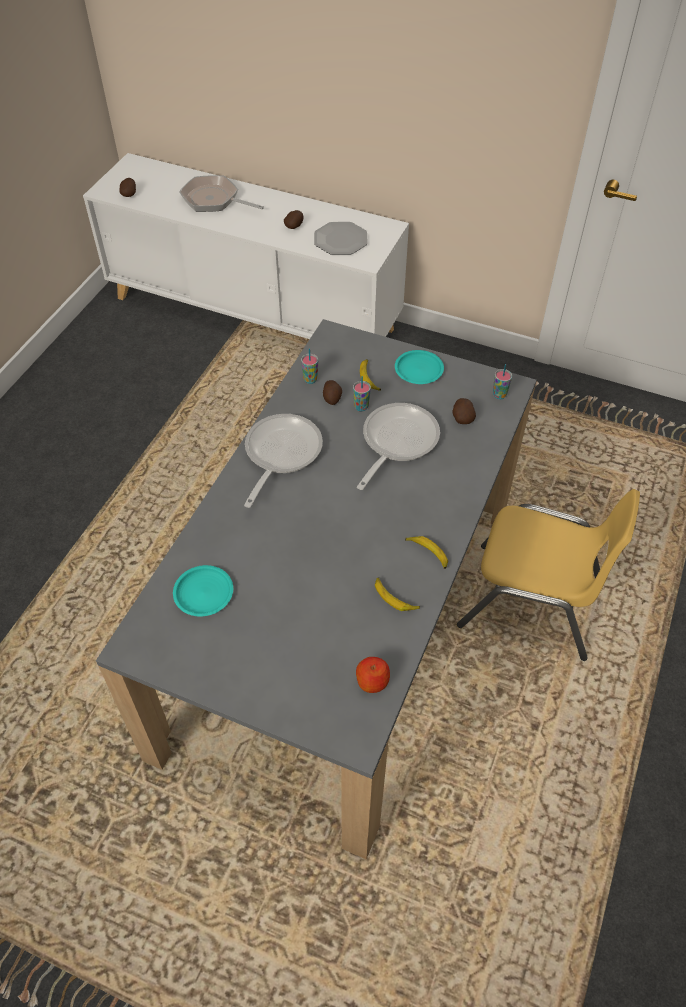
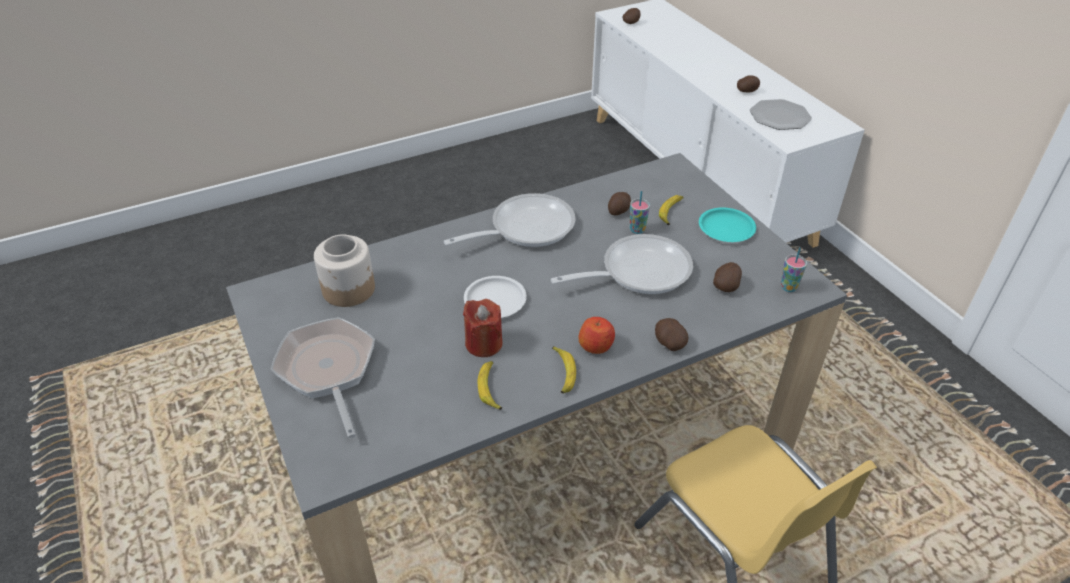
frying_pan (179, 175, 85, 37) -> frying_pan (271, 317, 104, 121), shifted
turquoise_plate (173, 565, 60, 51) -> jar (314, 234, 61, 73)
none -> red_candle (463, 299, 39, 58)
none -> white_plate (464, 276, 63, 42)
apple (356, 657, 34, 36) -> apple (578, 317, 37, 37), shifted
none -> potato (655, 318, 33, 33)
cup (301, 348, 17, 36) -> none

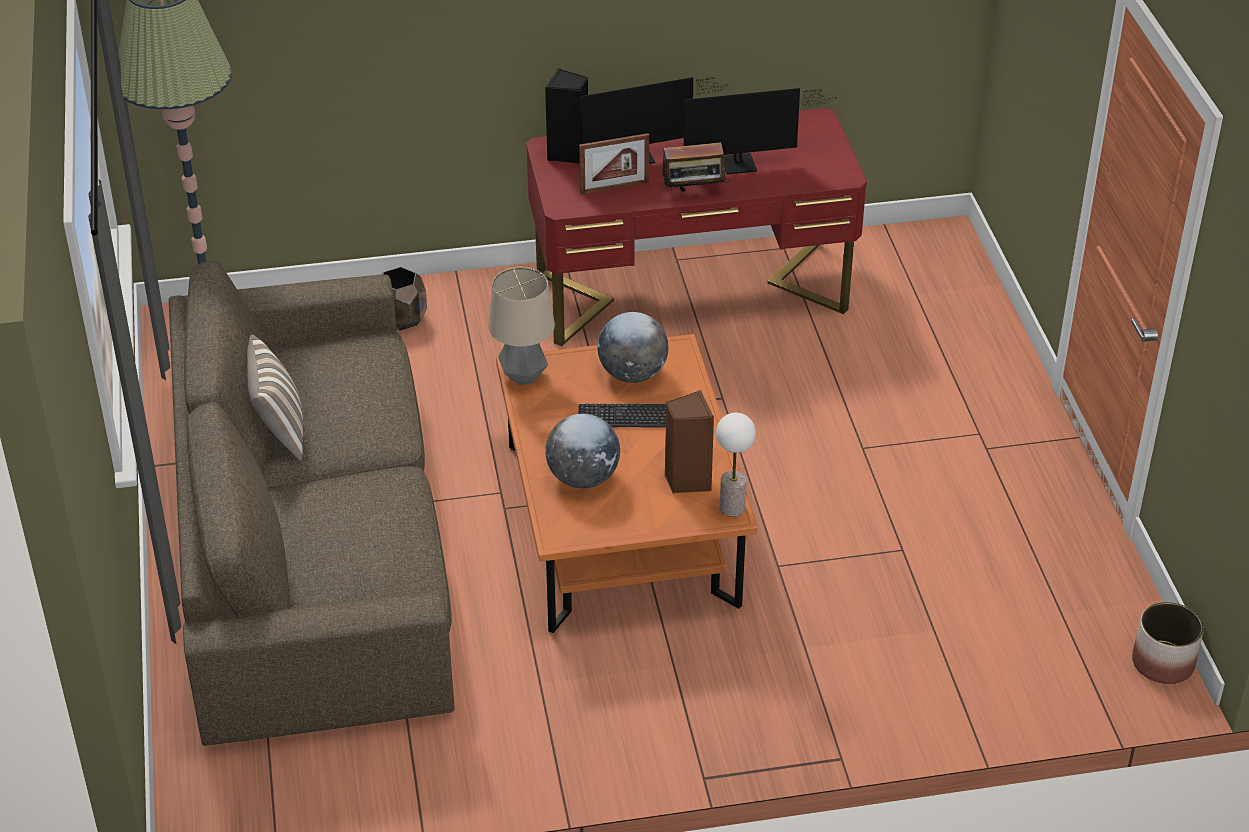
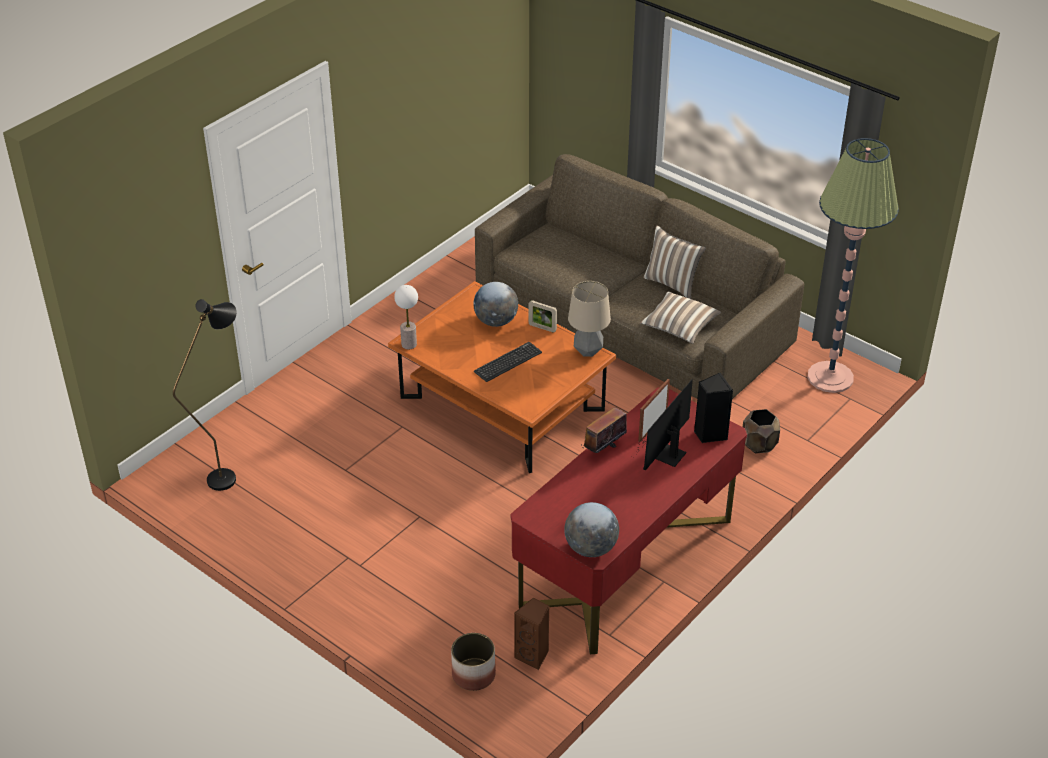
none -> black_floor_lamp (173, 299, 64, 192)
planter (1132, 602, 72, 82) -> planter (451, 633, 45, 58), shifted
brown_speaker (665, 390, 49, 103) -> brown_speaker (514, 598, 36, 72), shifted
none -> picture_frame (529, 300, 28, 33)
globe (598, 312, 70, 71) -> globe (564, 502, 55, 55), shifted
none -> pillow (640, 291, 81, 53)
monitor (684, 88, 150, 87) -> none

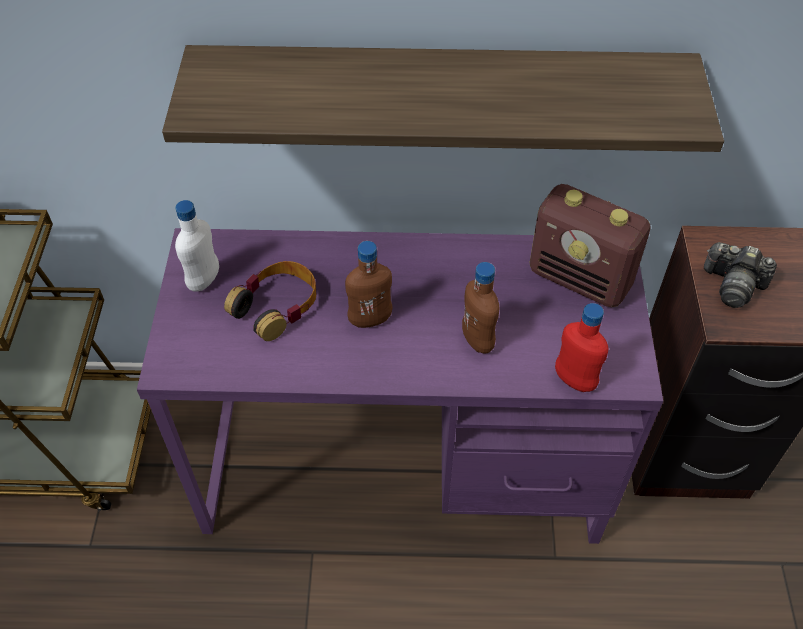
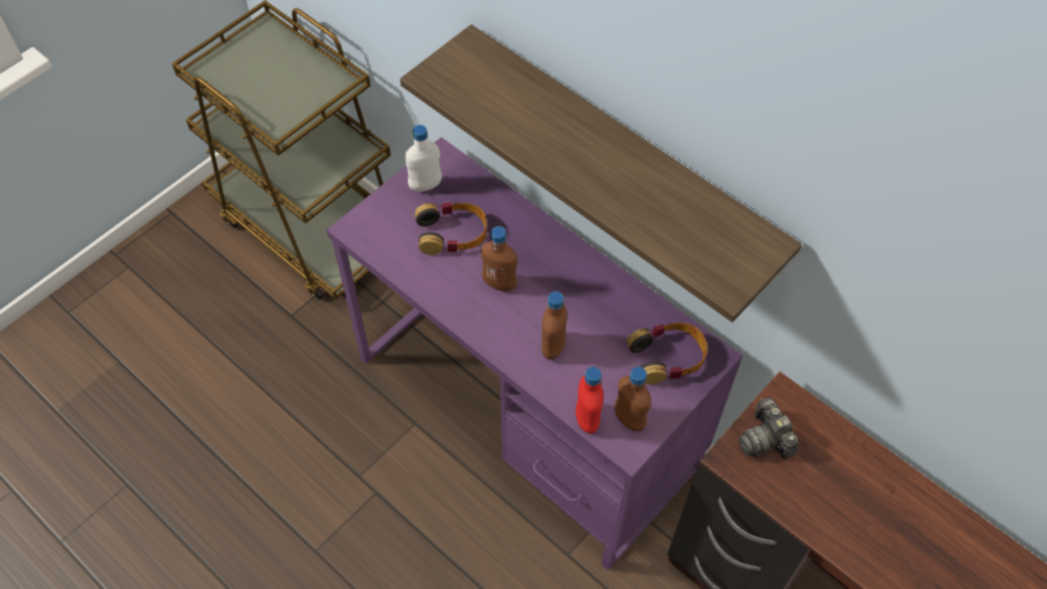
none -> brown_bottle (615, 367, 36, 64)
radio (530, 184, 120, 123) -> headphones (626, 323, 82, 61)

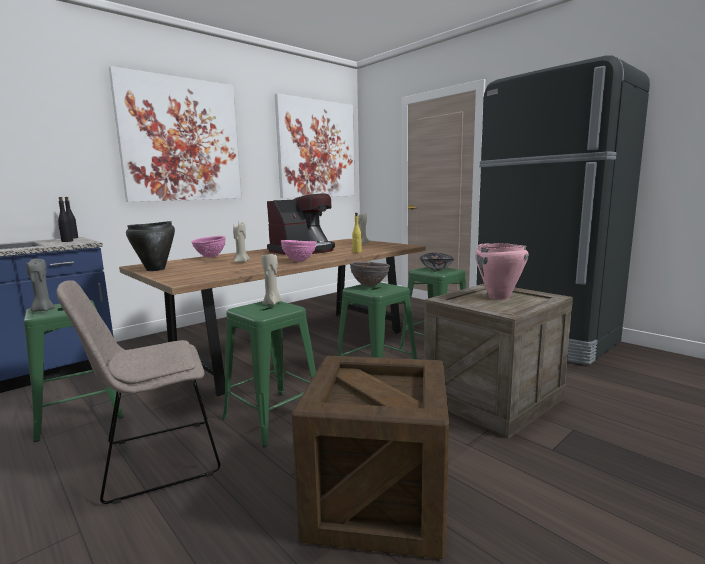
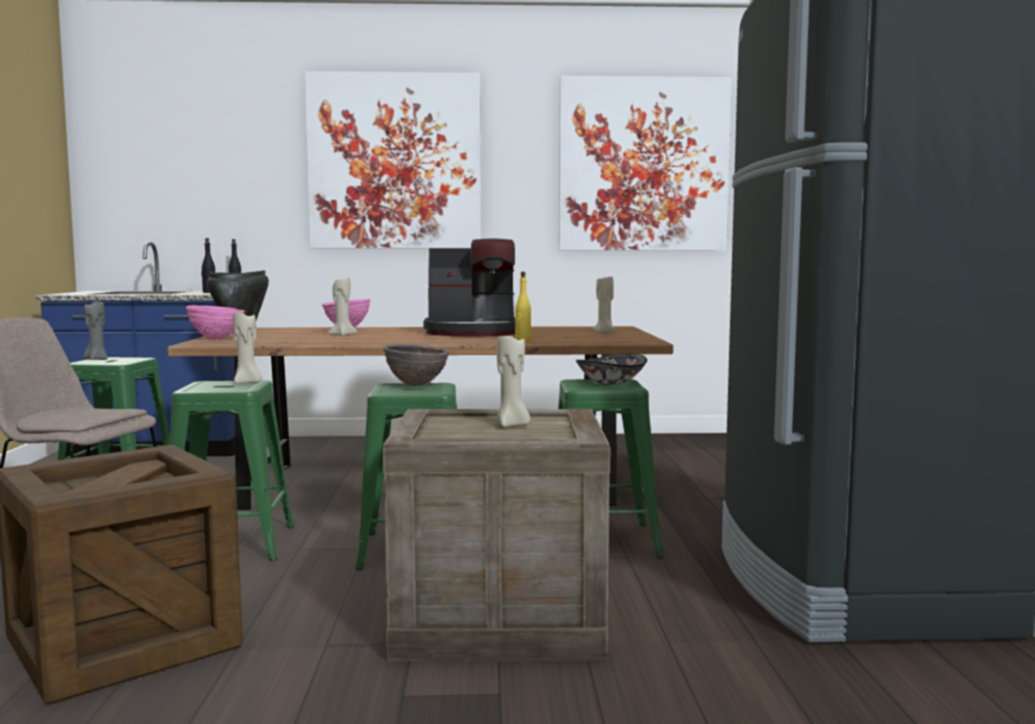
pink_bowl (281, 240, 36, 22) -> pink_bowl (186, 305, 59, 35), shifted
pink_cooking_pot (475, 243, 54, 57) -> beige_candle (495, 336, 36, 91)

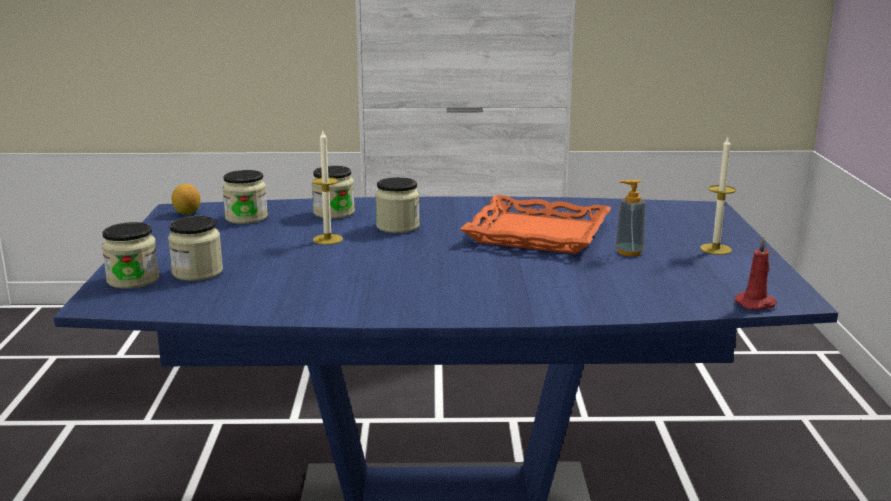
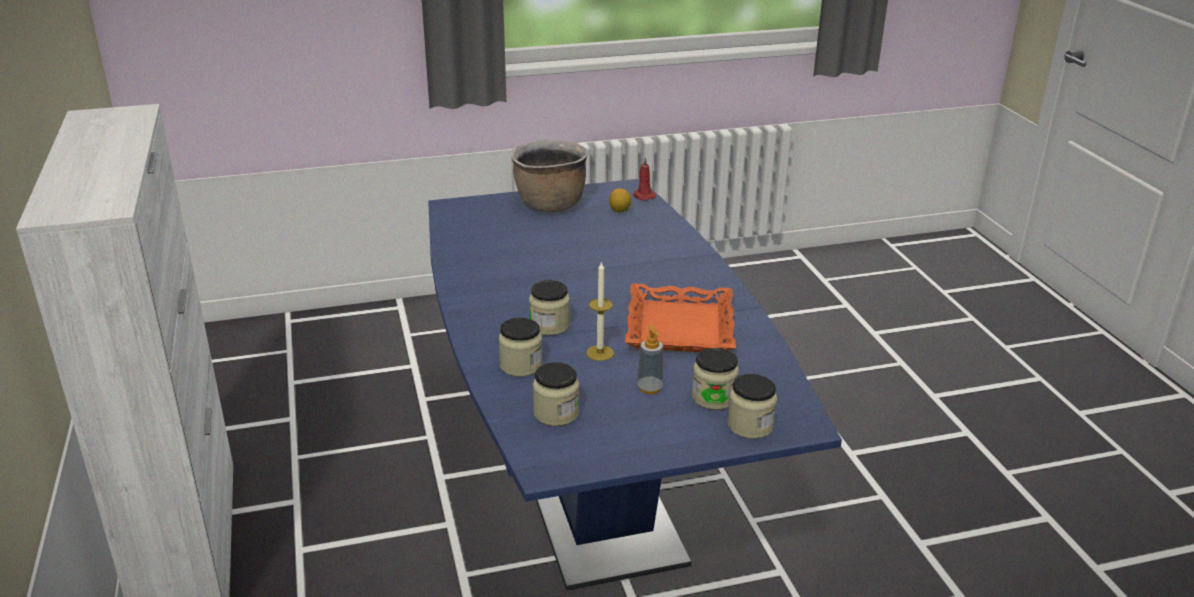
candle (700, 137, 36, 118) -> brown_cooking_pot (510, 140, 78, 72)
lemon (171, 184, 29, 31) -> lemon (609, 188, 22, 24), shifted
orange_tray (460, 195, 151, 59) -> orange_tray (625, 284, 111, 68), shifted
soap_dispenser (615, 180, 30, 76) -> soap_dispenser (637, 325, 27, 69), shifted

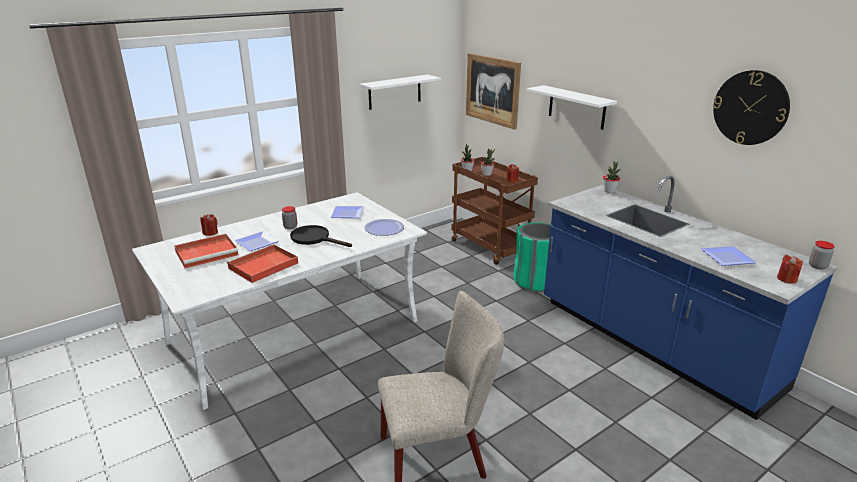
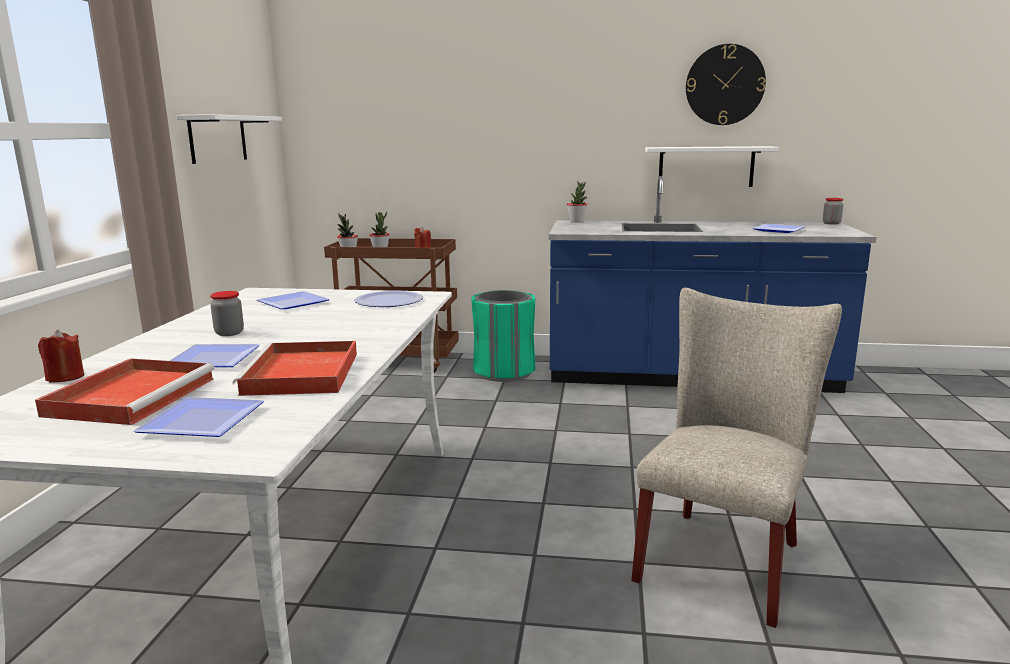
none -> plate (133, 397, 131, 40)
white_shelf (527, 85, 90, 45) -> white_shelf (645, 146, 134, 41), shifted
black_frying_pan (290, 225, 62, 22) -> none
picture (466, 53, 55, 77) -> none
red_candle (777, 255, 26, 29) -> none

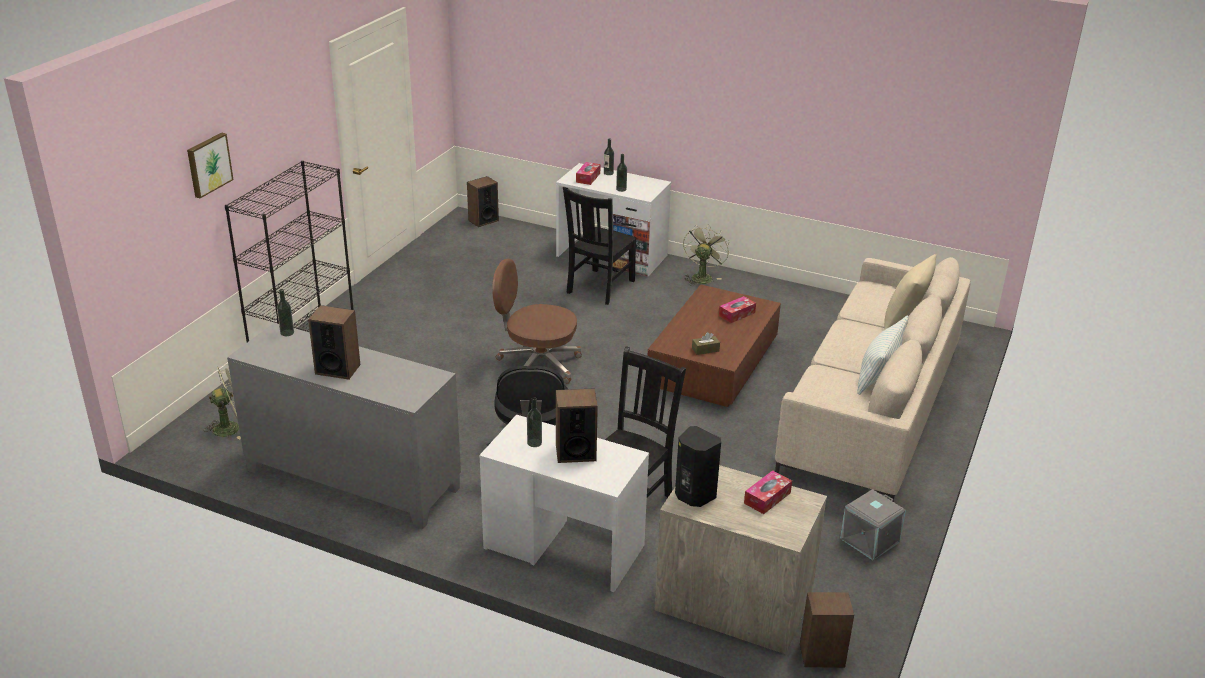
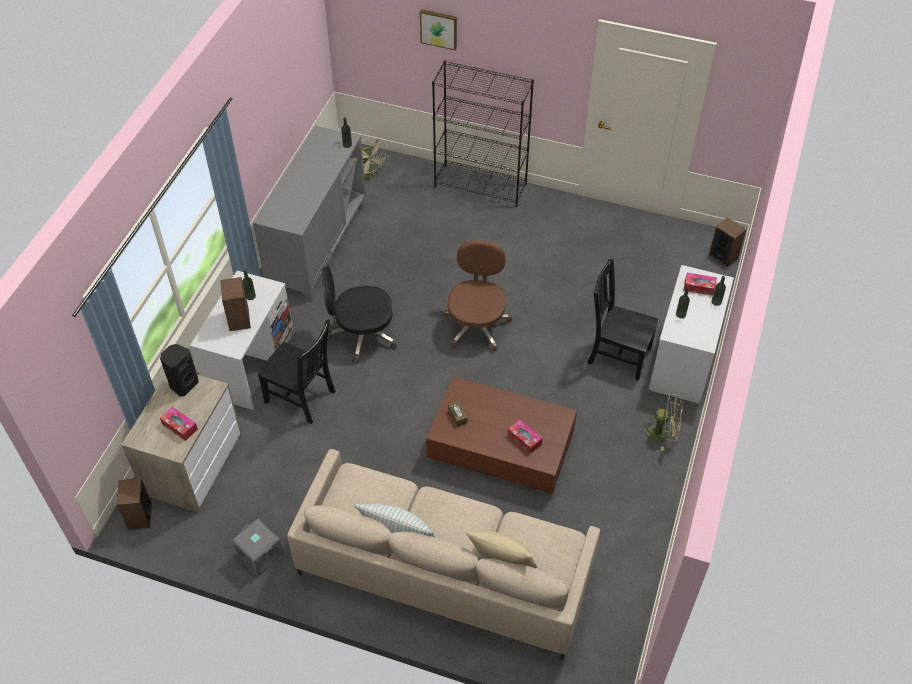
speaker (308, 305, 52, 75) -> none

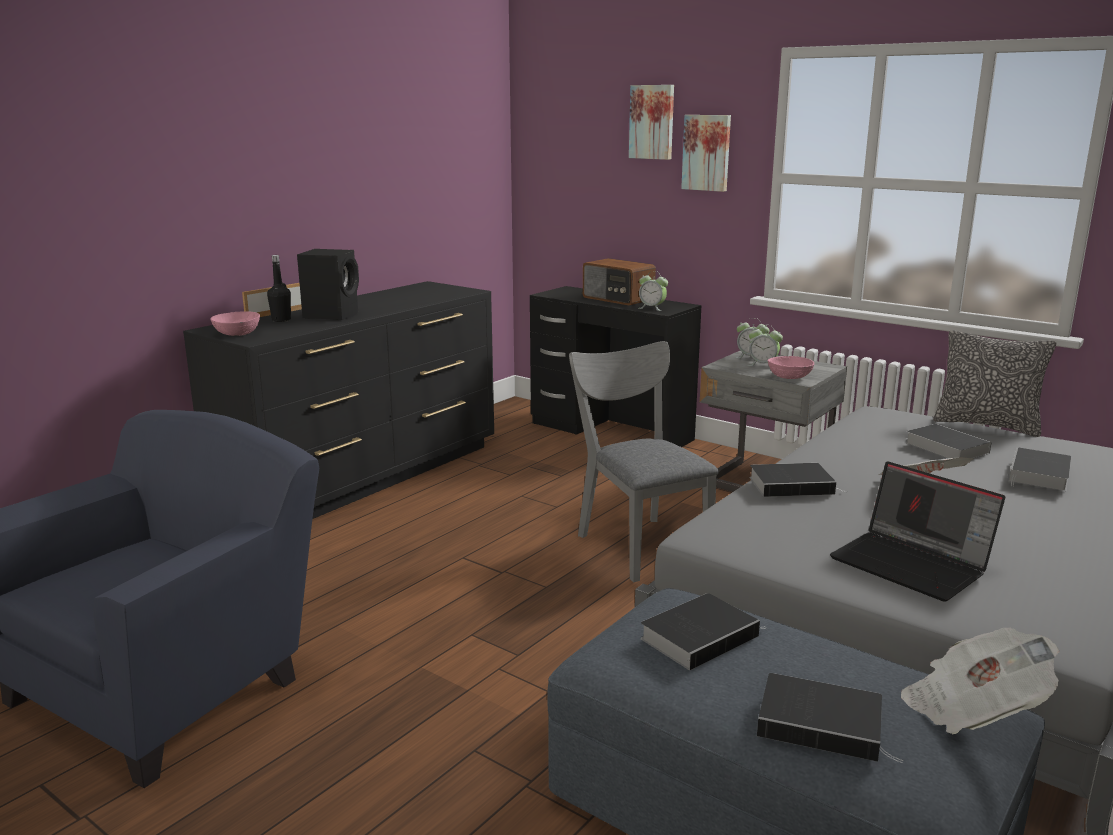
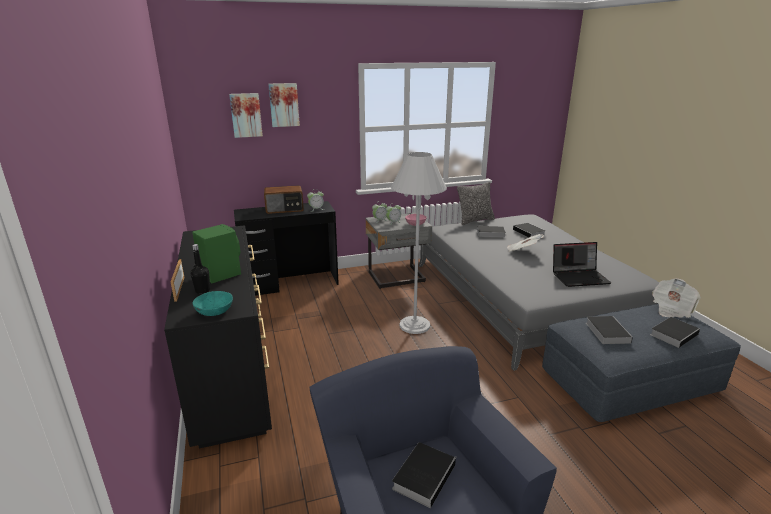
black_speaker (297, 249, 62, 71) -> green_speaker (192, 224, 49, 59)
pink_bowl (210, 311, 50, 25) -> turquoise_bowl (193, 291, 40, 25)
picture (681, 115, 50, 77) -> picture (229, 93, 34, 45), shifted
grey_chair (569, 341, 150, 241) -> white_floor_lamp (391, 152, 56, 182)
book (749, 463, 98, 34) -> book (392, 442, 65, 66), shifted

